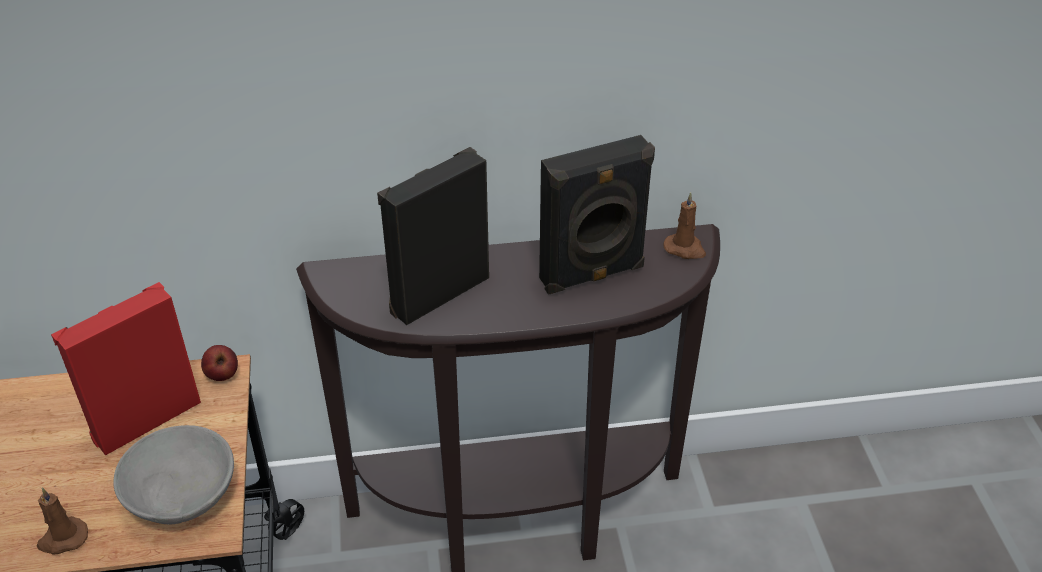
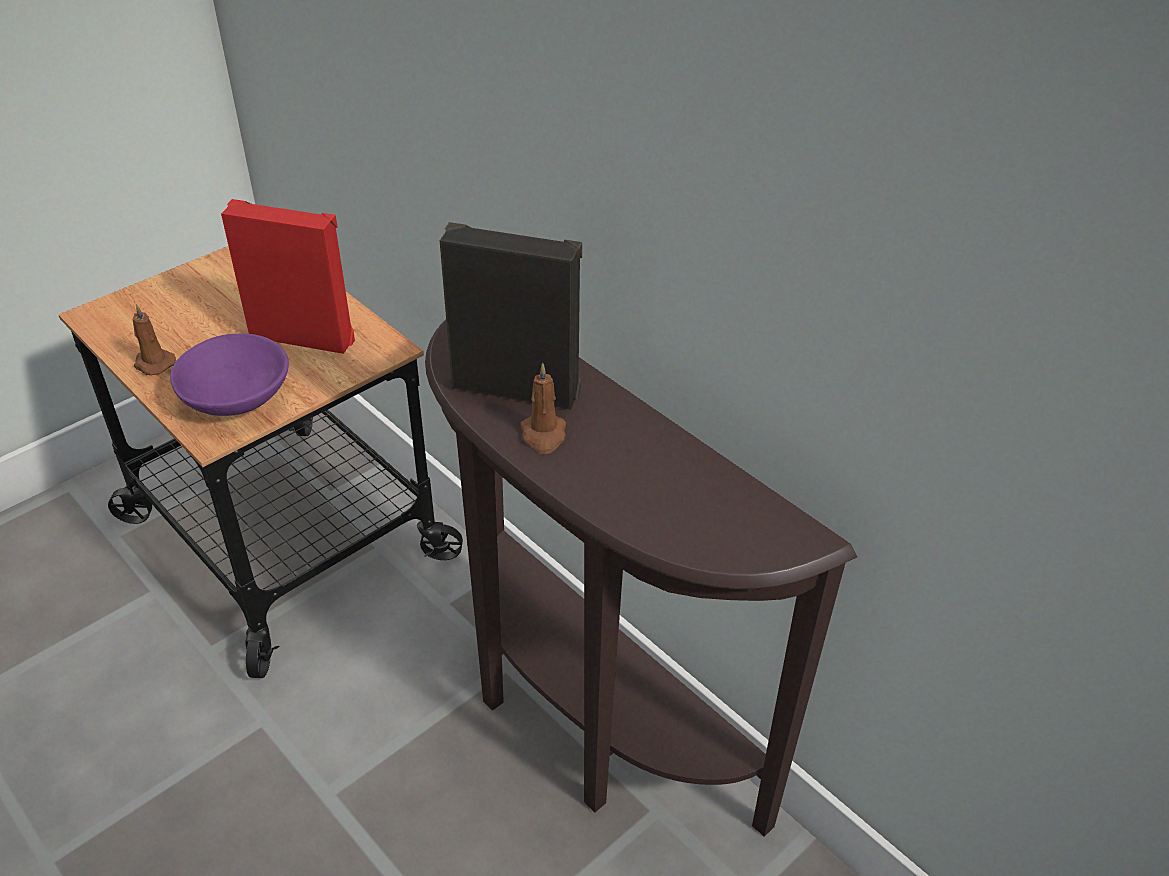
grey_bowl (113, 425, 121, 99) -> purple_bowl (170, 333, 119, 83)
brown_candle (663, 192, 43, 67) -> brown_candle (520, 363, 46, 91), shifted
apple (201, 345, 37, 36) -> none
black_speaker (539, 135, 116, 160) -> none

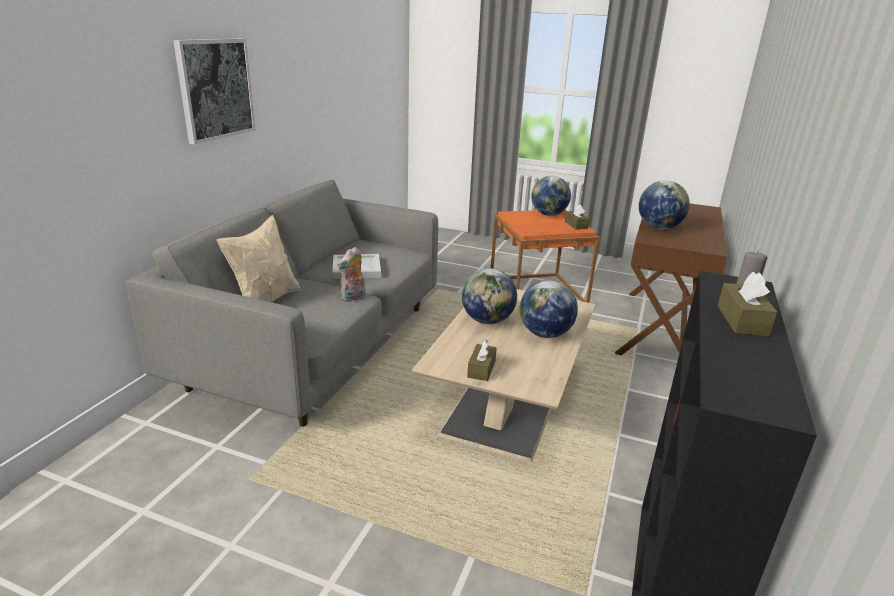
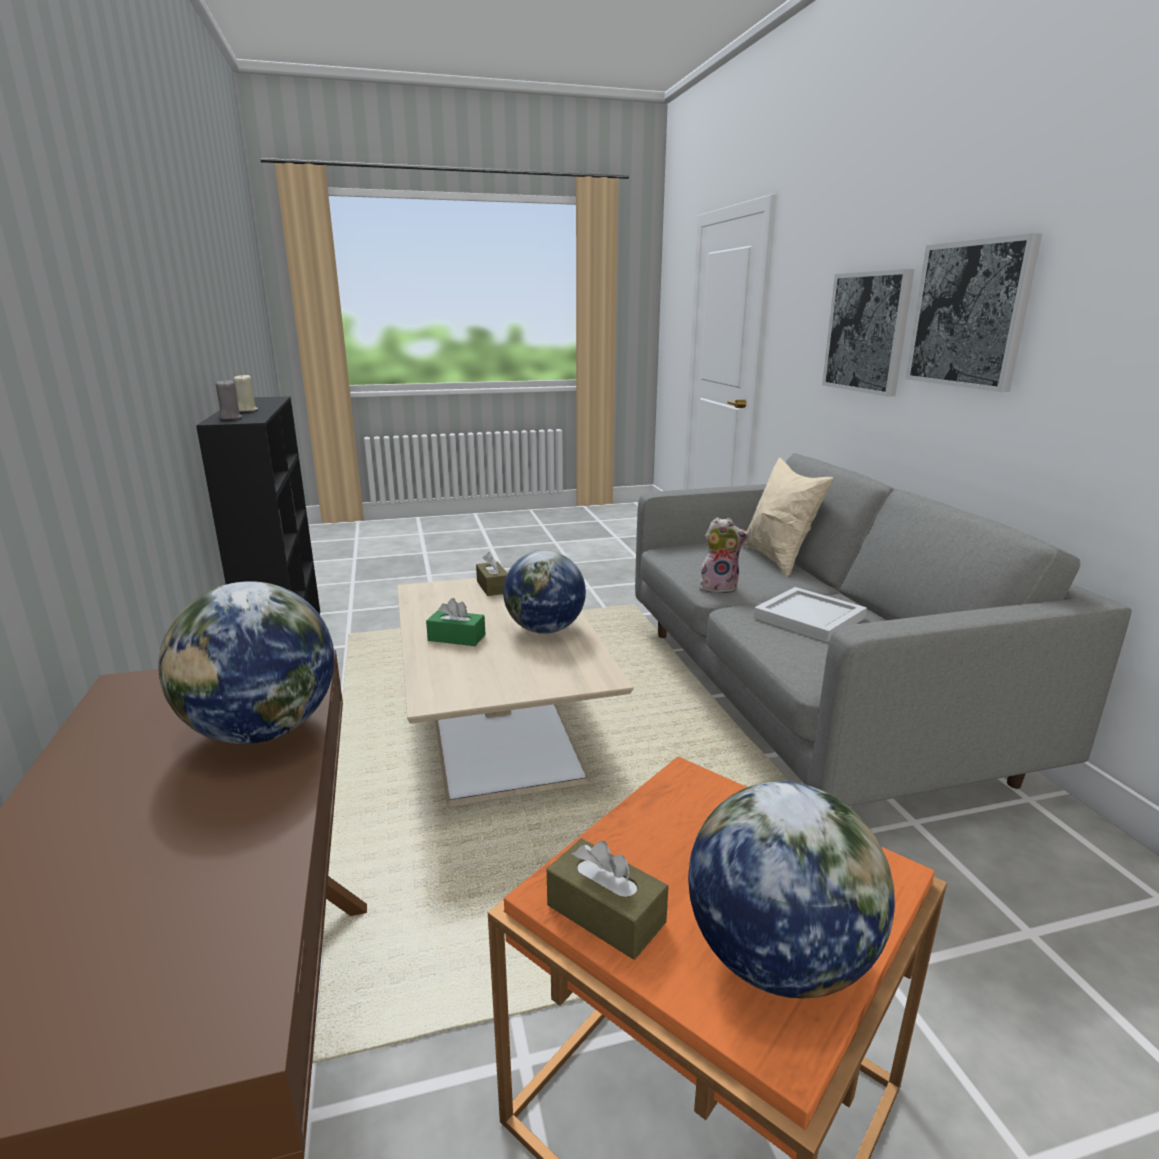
brown_tissue_box (718, 272, 60, 65) -> beige_candle (234, 373, 24, 39)
globe (520, 280, 58, 58) -> green_tissue_box (426, 598, 60, 48)
plush_toy (338, 247, 28, 55) -> plush_toy (699, 517, 50, 77), 90 degrees clockwise
none -> picture (822, 269, 93, 128)

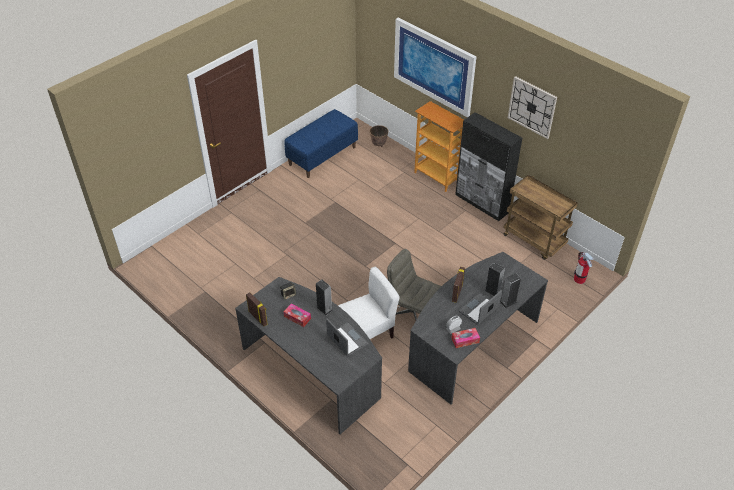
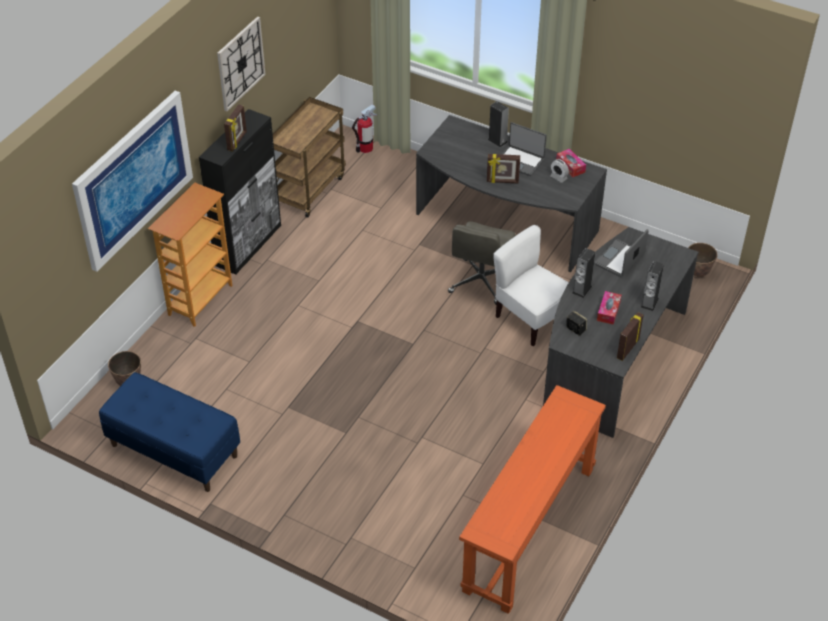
none -> picture_frame (224, 104, 23, 47)
none -> orange_console_table (459, 385, 147, 229)
speaker (485, 262, 20, 34) -> speaker (640, 261, 24, 50), shifted
none -> planter (688, 243, 29, 35)

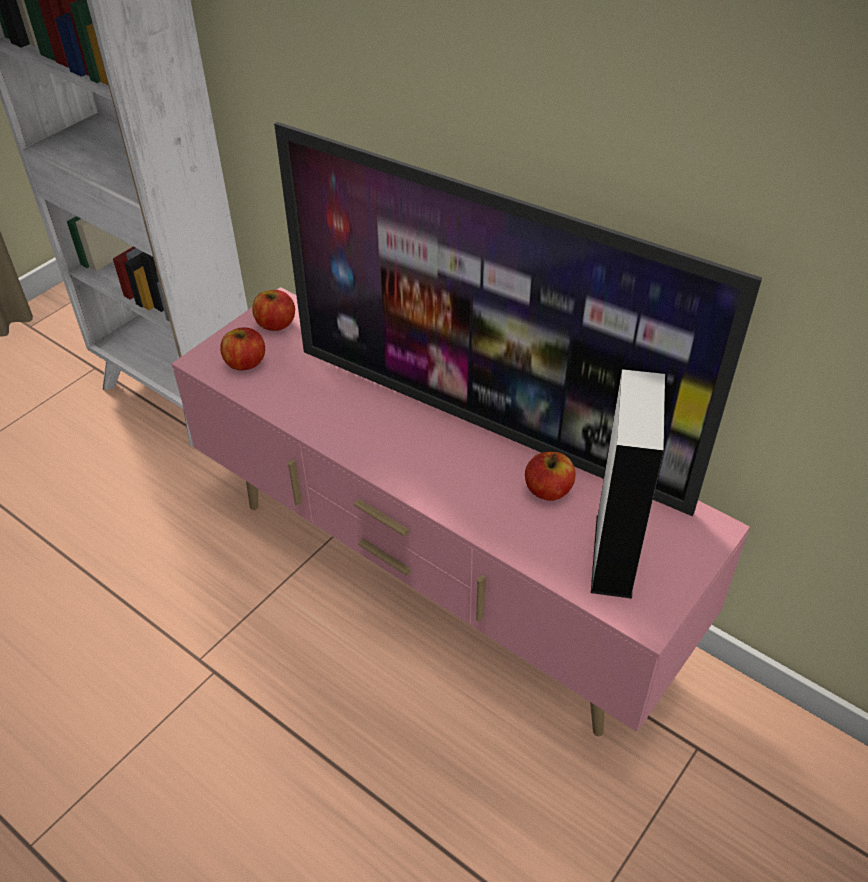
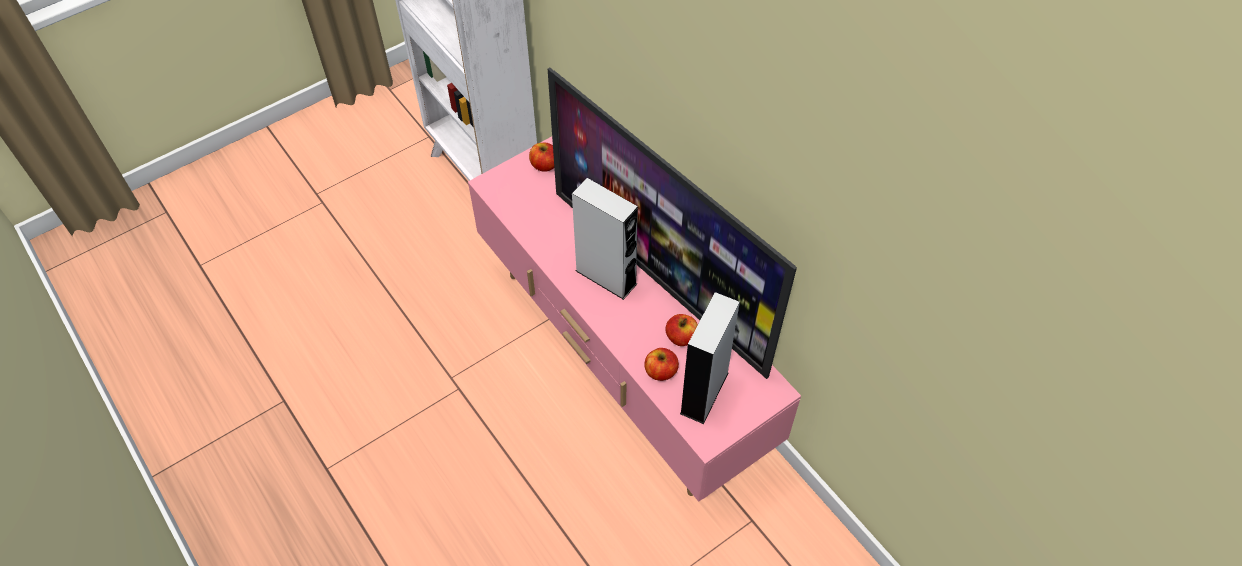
none -> grey_speaker (572, 178, 66, 122)
apple (220, 327, 45, 43) -> apple (644, 348, 35, 33), shifted

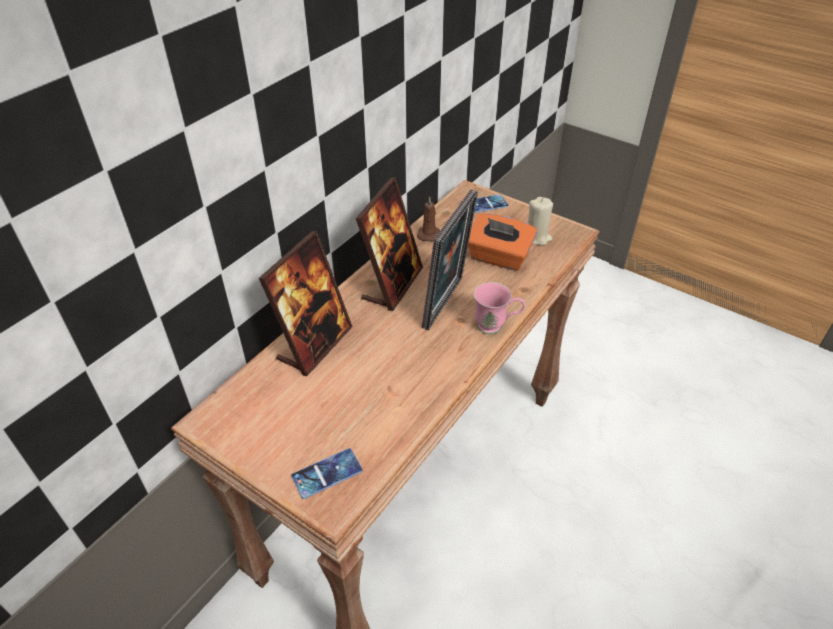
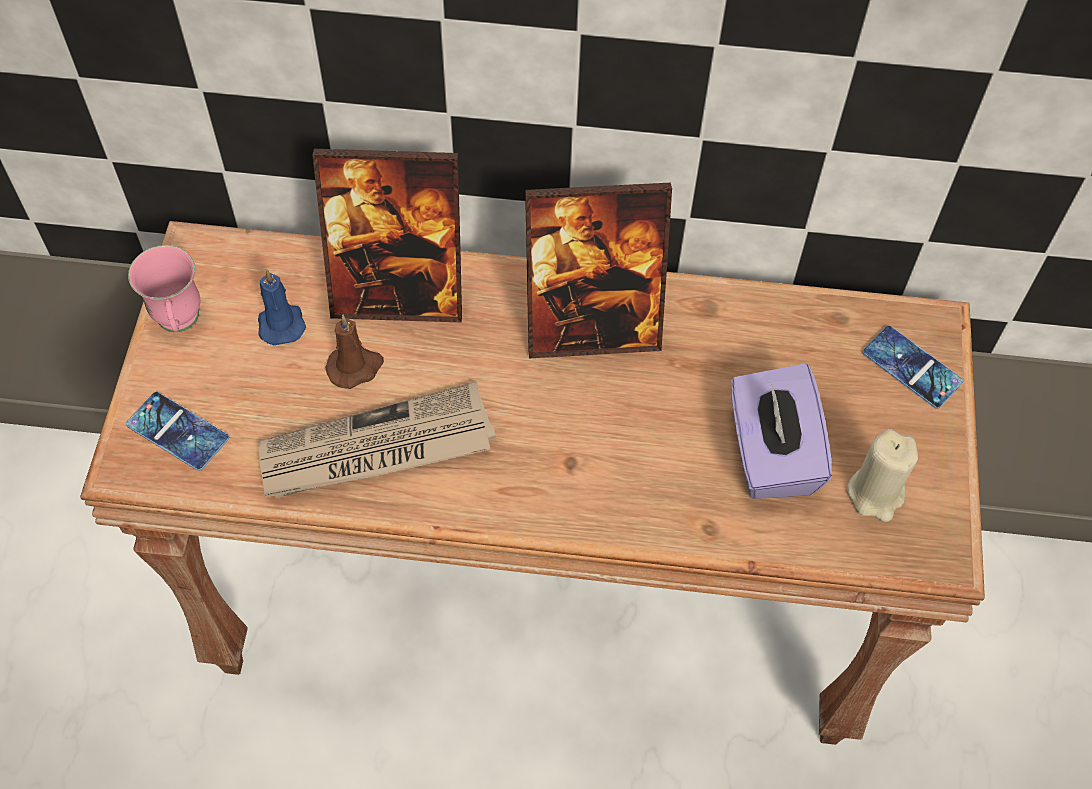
pink_mug (474, 282, 51, 52) -> pink_mug (128, 245, 72, 87), shifted
none -> blue_candle (258, 270, 48, 75)
none -> newspaper (259, 382, 237, 117)
brown_candle (417, 196, 23, 46) -> brown_candle (326, 315, 58, 74), shifted
orange_tissue_box (468, 214, 70, 57) -> purple_tissue_box (731, 363, 101, 136)
picture_frame (422, 190, 56, 140) -> none

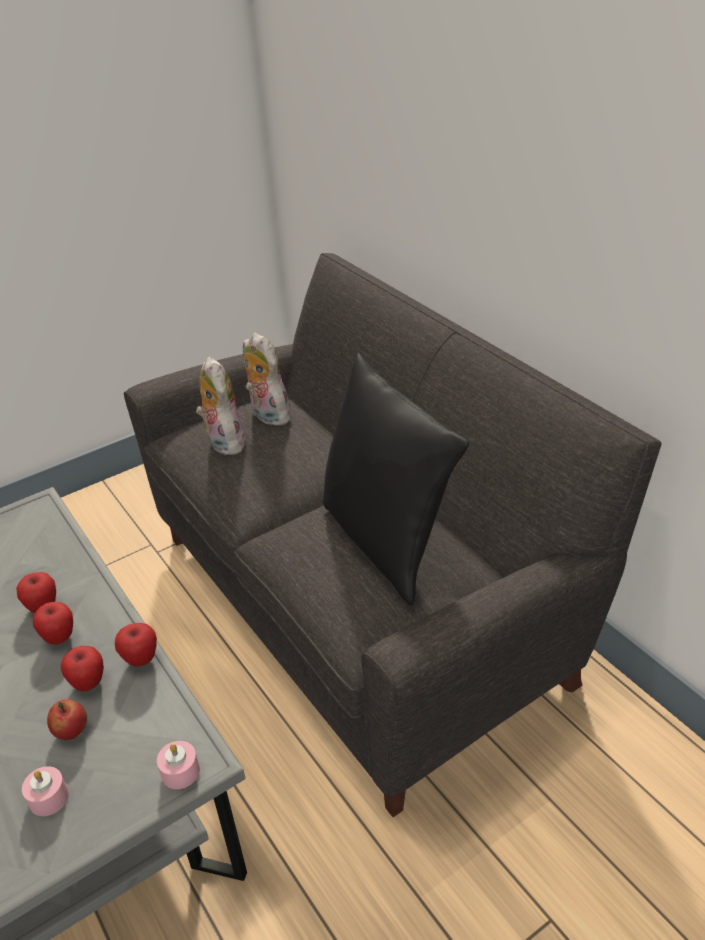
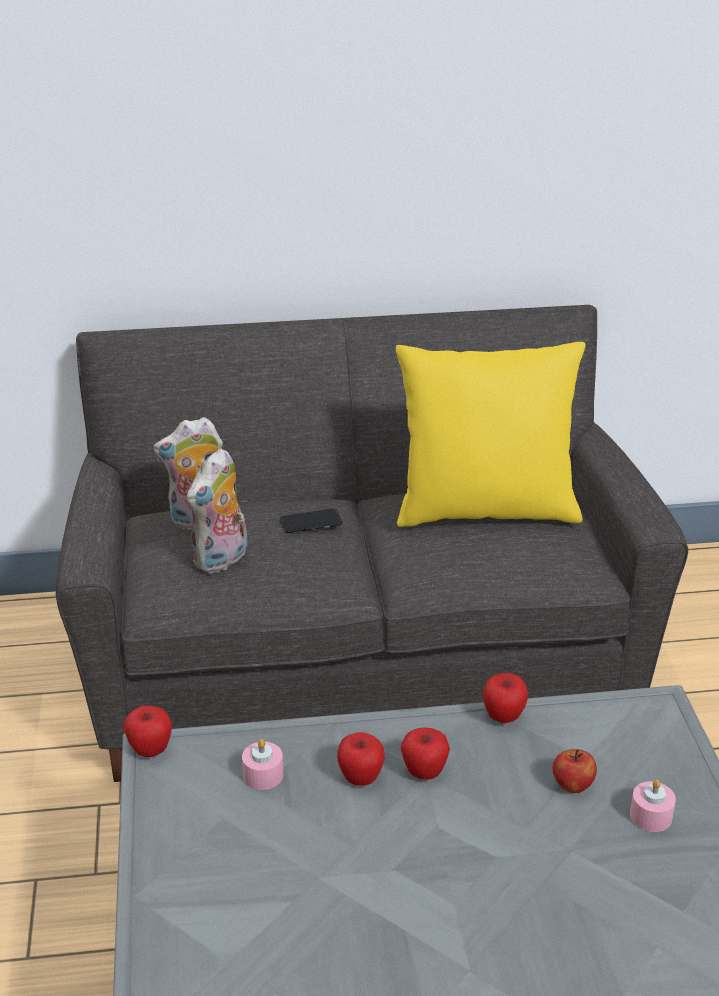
apple (61, 646, 43, 46) -> apple (123, 706, 49, 51), shifted
plush_toy (196, 357, 53, 98) -> plush_toy (187, 448, 60, 126), 60 degrees counterclockwise
pink_candle (157, 741, 43, 48) -> pink_candle (242, 739, 41, 51), shifted
none -> phone (280, 508, 63, 25)
black_pillow (323, 353, 146, 252) -> yellow_pillow (396, 342, 190, 185)

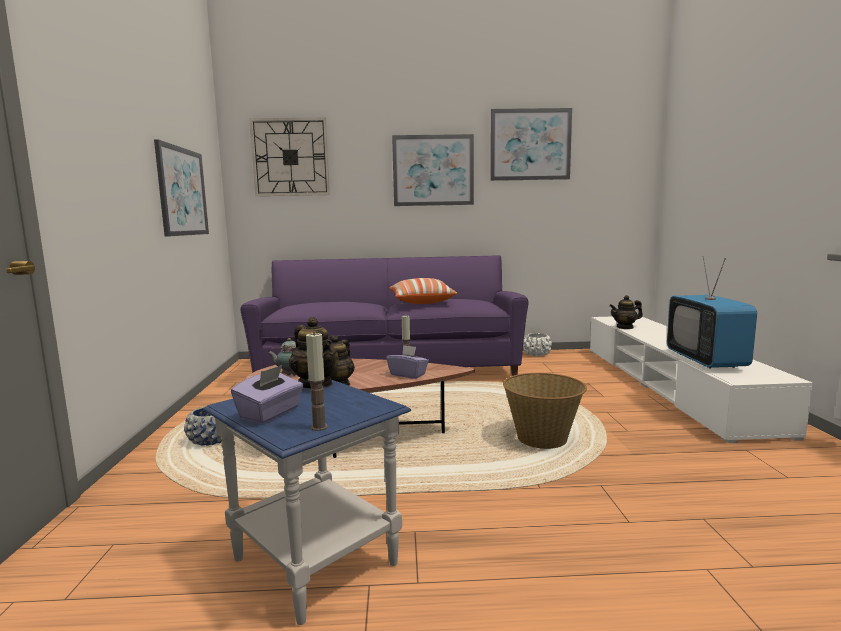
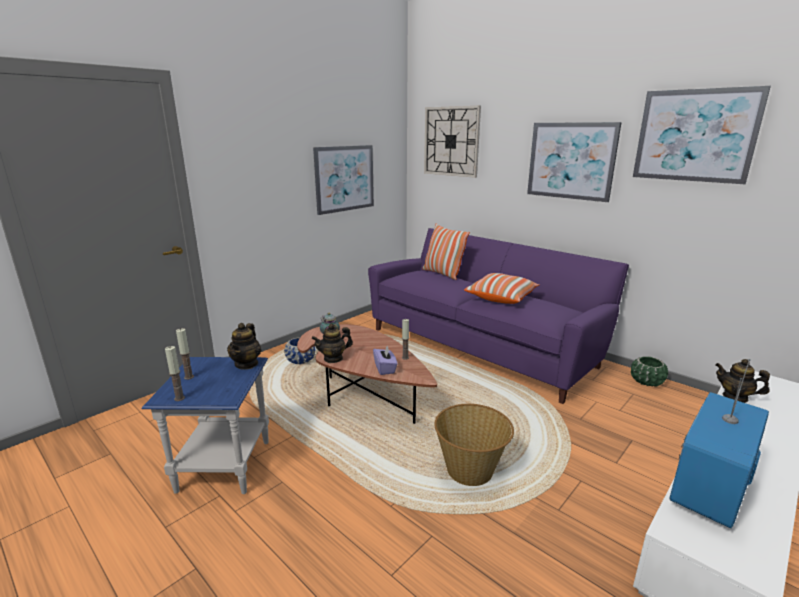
purple_tissue_box (231, 365, 72, 59) -> candle (176, 328, 18, 52)
none -> pillow (422, 224, 48, 56)
white_planter (523, 333, 29, 23) -> green_planter (631, 356, 37, 30)

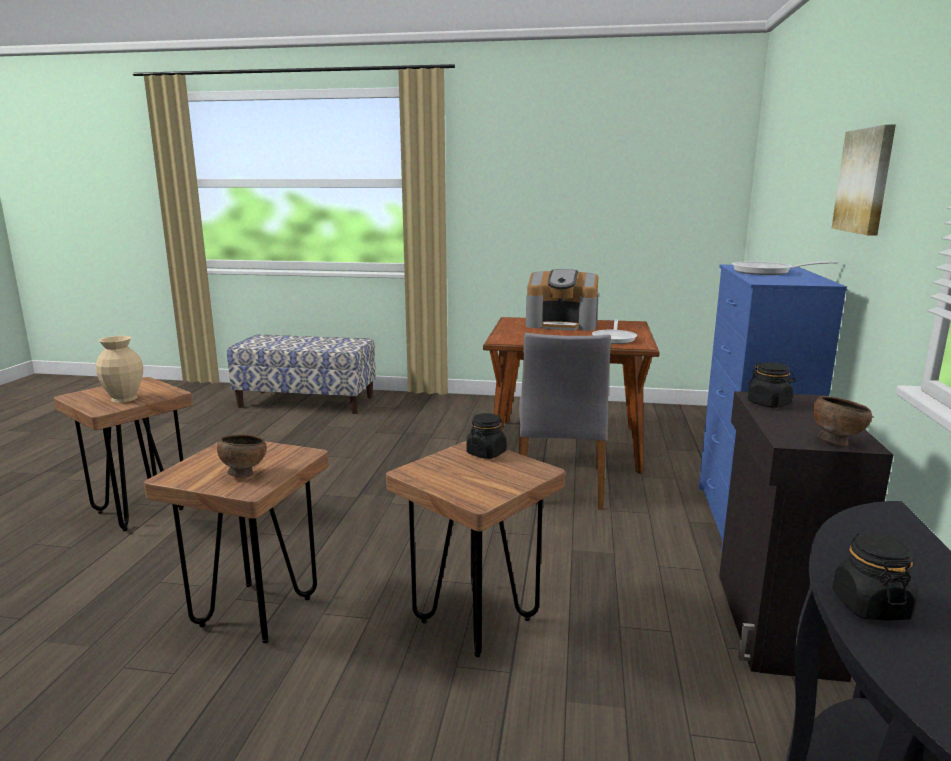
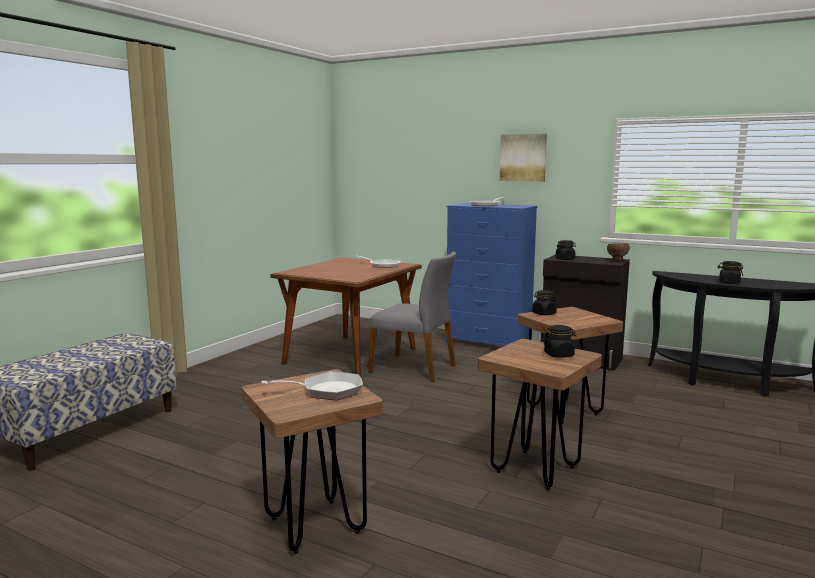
beige_vase (96, 336, 47, 67) -> frying_pan (261, 371, 102, 29)
brown_bowl (217, 434, 50, 43) -> black_jar (544, 325, 32, 33)
coffee_machine (526, 269, 73, 62) -> none

